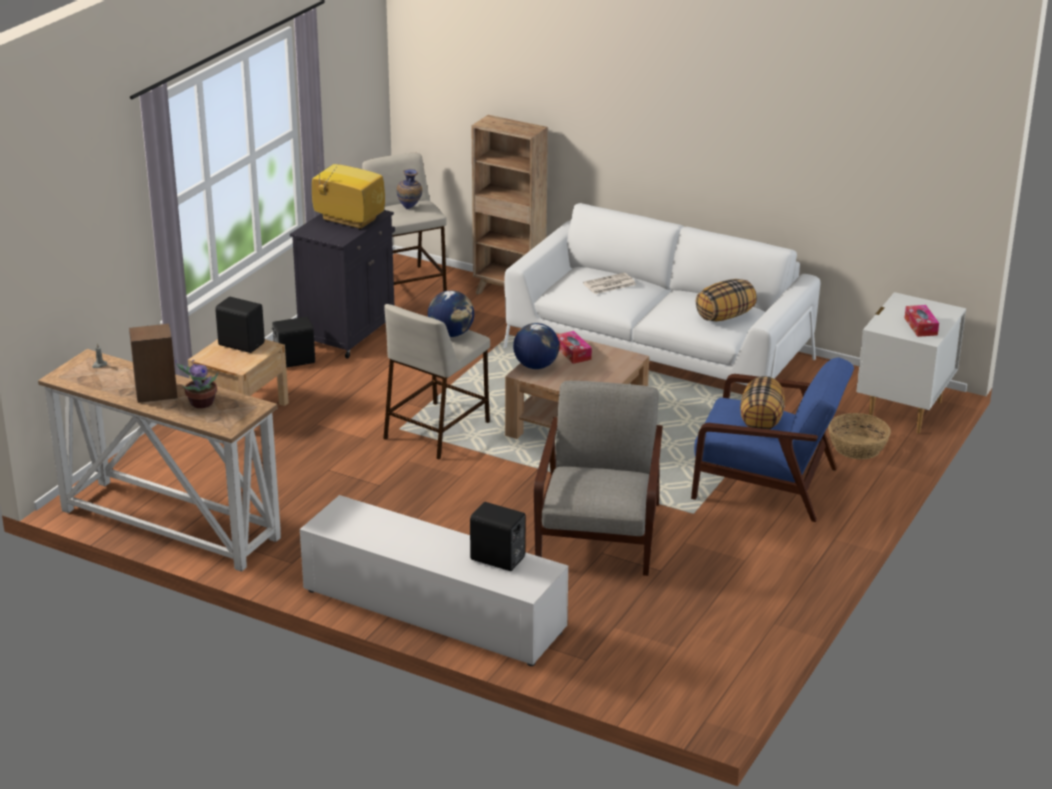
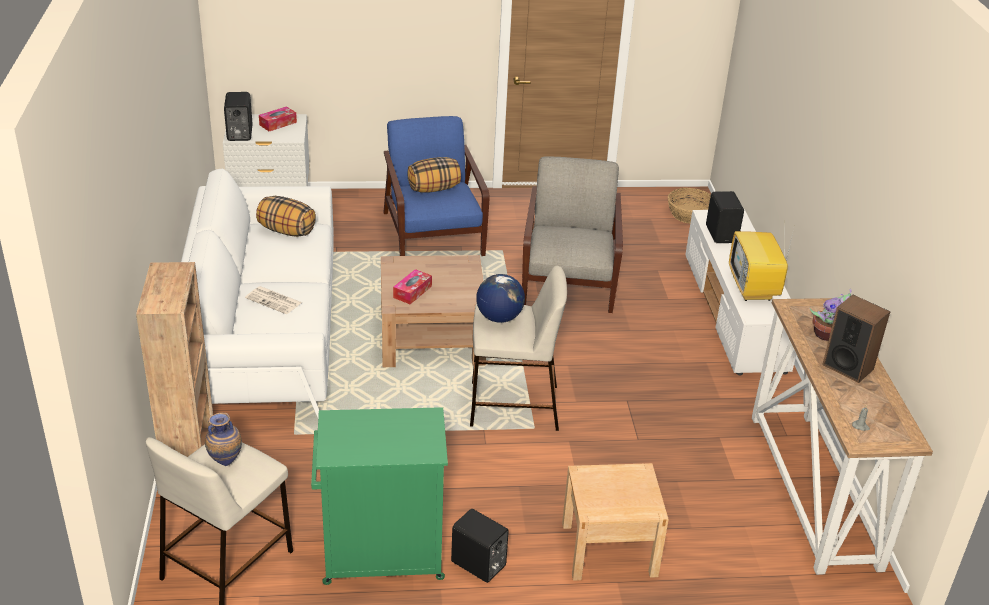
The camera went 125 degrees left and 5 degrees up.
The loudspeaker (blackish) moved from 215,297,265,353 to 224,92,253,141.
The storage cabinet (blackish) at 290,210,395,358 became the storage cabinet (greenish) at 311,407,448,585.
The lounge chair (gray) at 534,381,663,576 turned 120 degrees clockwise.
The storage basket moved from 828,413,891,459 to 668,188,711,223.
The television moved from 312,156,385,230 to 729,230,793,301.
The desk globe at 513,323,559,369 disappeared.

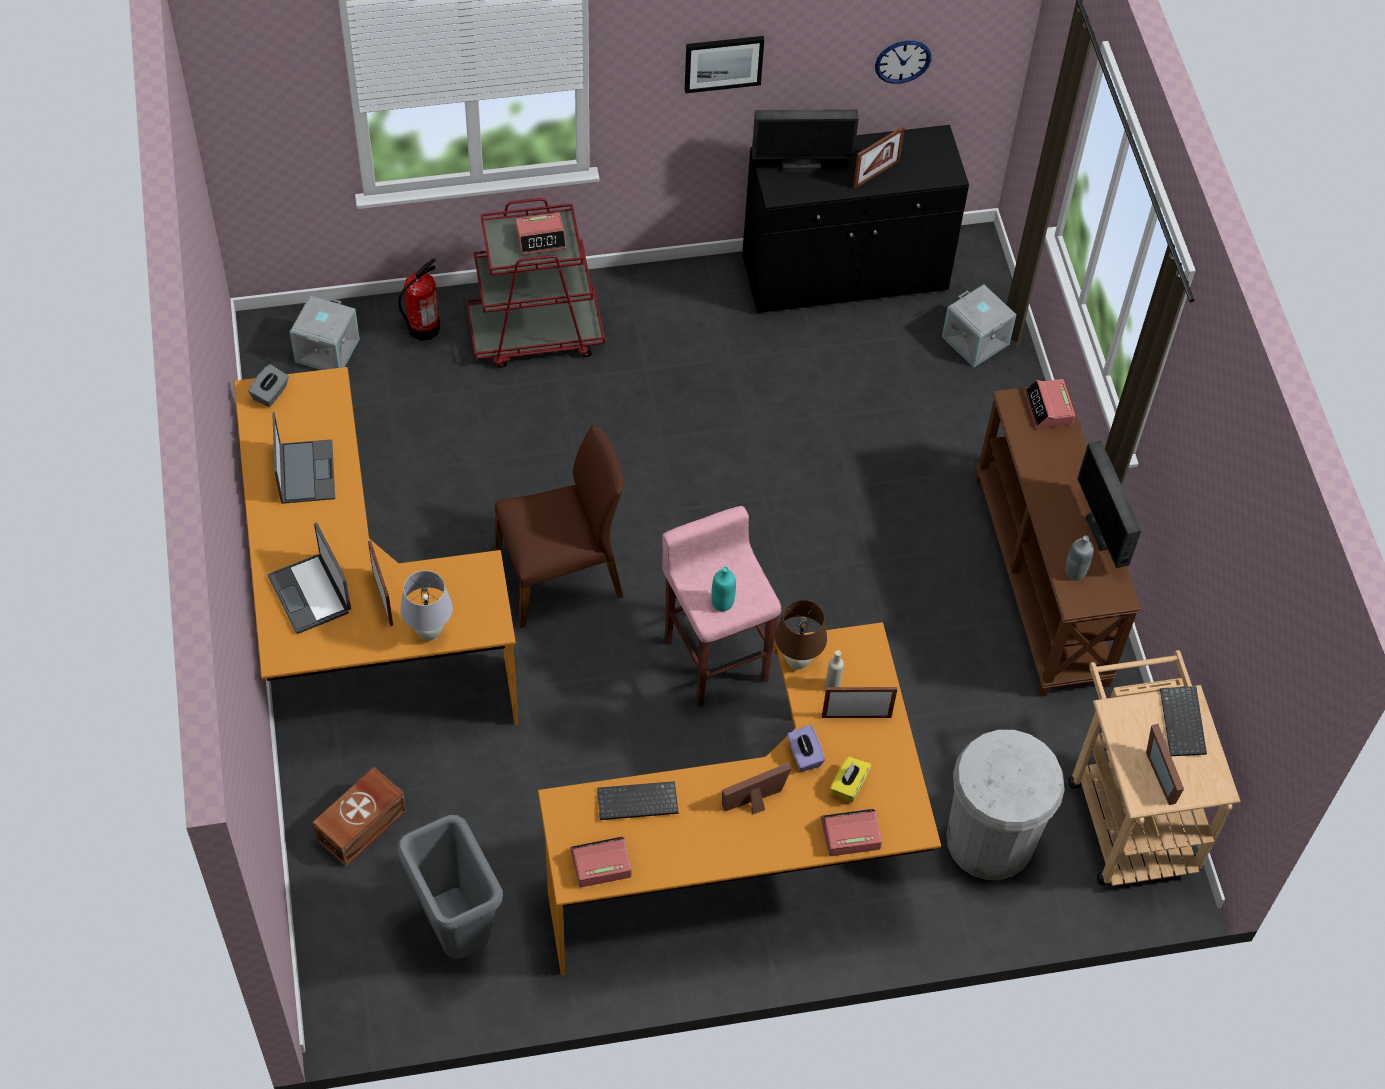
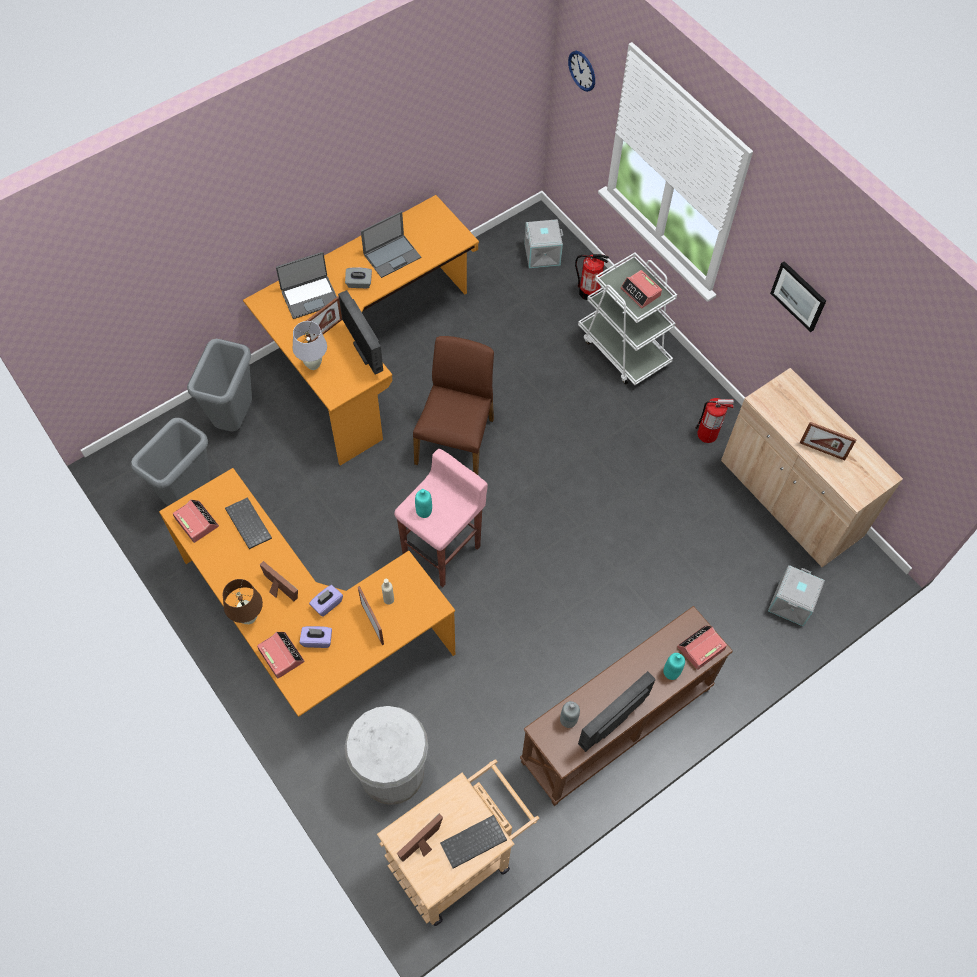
The camera went 65 degrees right and 5 degrees up.
The storage container (brown-coloured) at 313,767,406,866 was replaced by the trash can (gray) at 187,339,252,432.
The tabletop lamp (brown-coloured) moved from 775,600,827,670 to 223,579,263,624.
The portable computer at 268,522,351,634 turned 150 degrees counterclockwise.
The tissue holder (yellow-coloured) at 830,757,872,803 became the tissue holder (purplish) at 299,626,332,648.
The computer screen moved from 752,109,859,172 to 338,290,383,374.
The tissue holder (gray) moved from 248,364,289,407 to 345,267,372,288.
The chair (brown-coloured) at 494,425,623,628 turned 120 degrees counterclockwise.
The clock on the wall moved from 875,41,931,84 to 568,51,595,92.
The wheeled cart (red-coloured) at 466,198,605,368 became the wheeled cart (white-coloured) at 578,253,677,385.
The drink bottle (turquoise-coloured) at 663,653,685,680 appeared.
The fire-fighting cylinder at 695,398,734,443 appeared.
The storage cabinet (blackish) at 742,125,969,313 became the storage cabinet (beige-coloured) at 721,368,903,567.

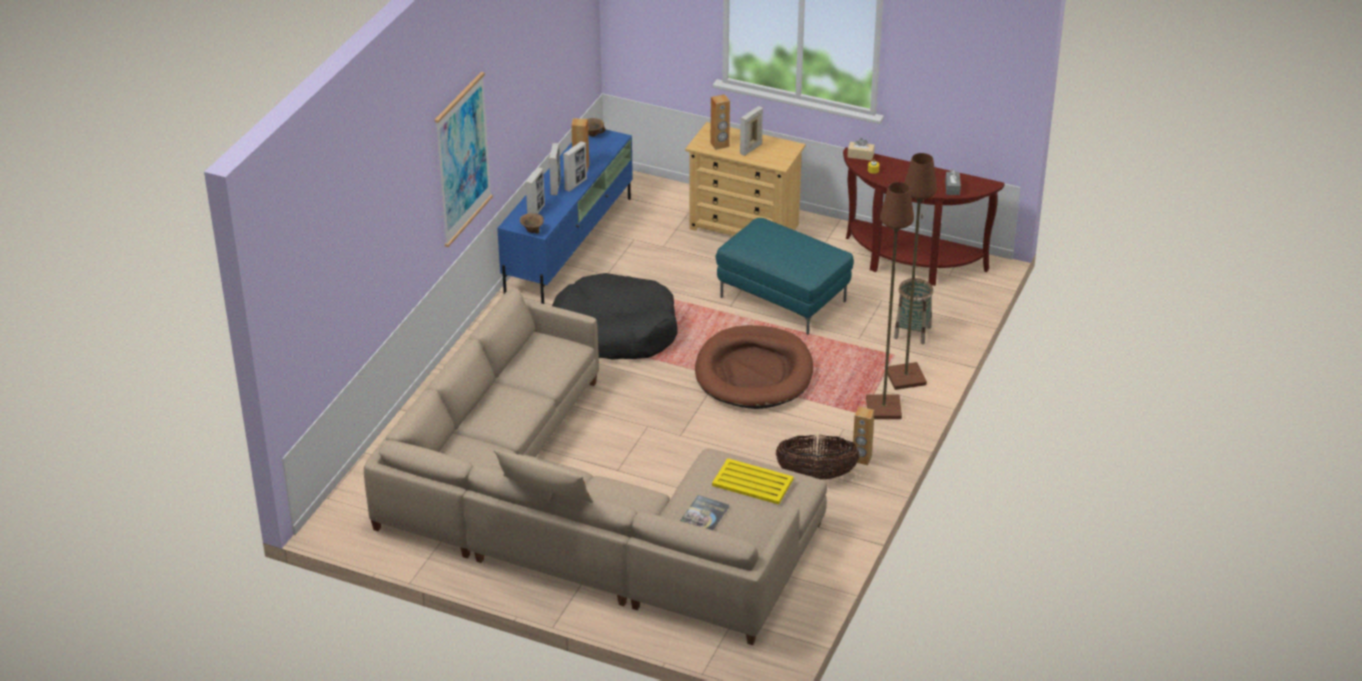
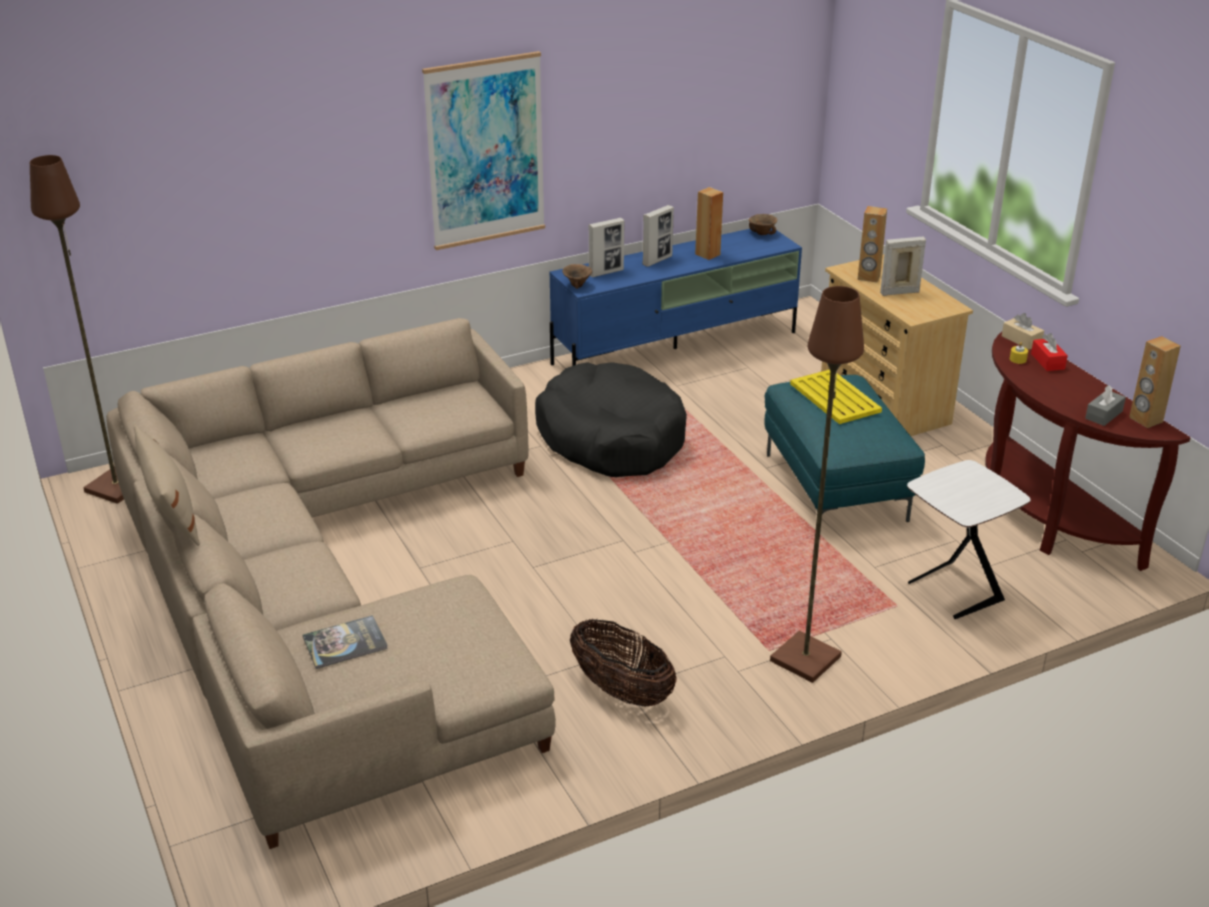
The camera went 40 degrees right and 5 degrees down.
The standing lamp (brown-coloured) moved from 888,153,937,390 to 30,155,124,504.
The carrying tray (yellow-coloured) moved from 712,458,794,505 to 790,370,882,424.
The storage basket at 894,278,933,344 was replaced by the side table (white-coloured) at 907,460,1031,619.
The tissue holder (red-coloured) at 1031,333,1068,371 appeared.
The loudspeaker (brown-coloured) moved from 853,406,874,465 to 1129,336,1181,428.
The standing frame at 563,141,587,192 disappeared.
The dog cushion (brown-coloured) at 695,325,813,409 disappeared.

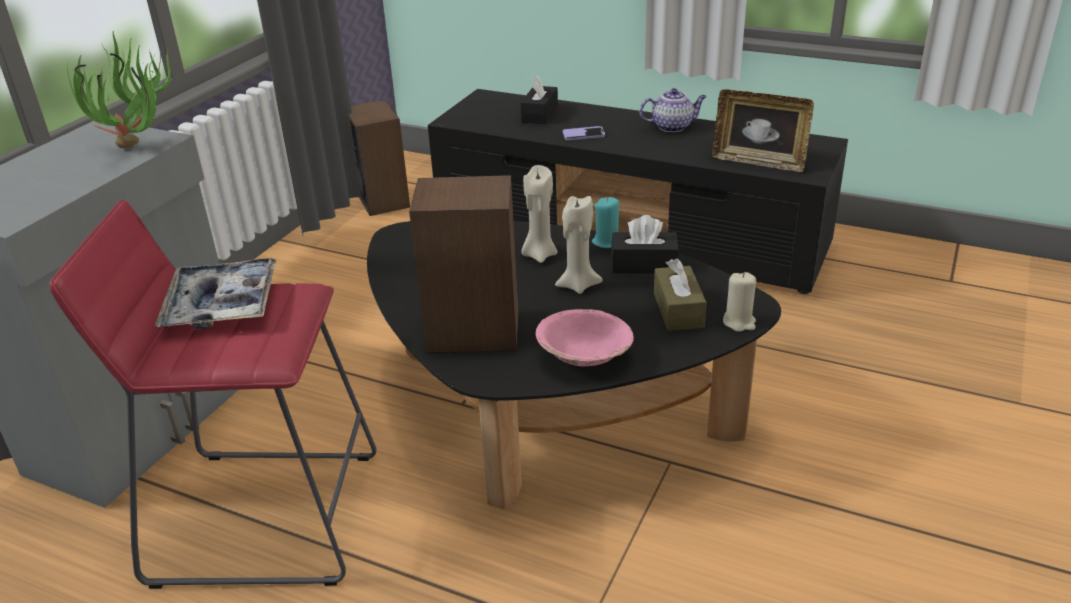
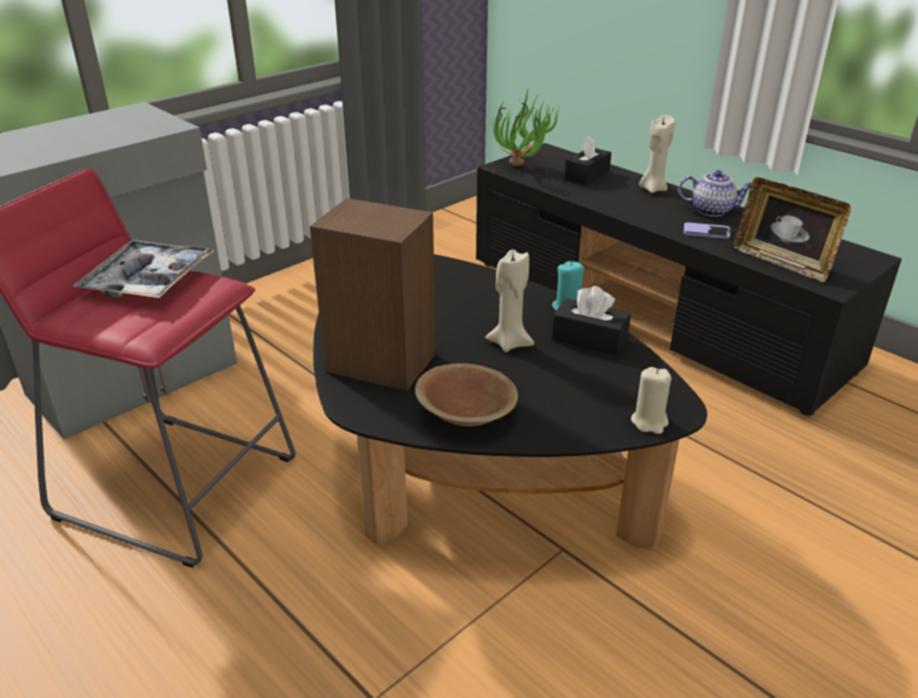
The camera went 20 degrees right and 0 degrees up.
The bowl (pink) at 536,309,634,366 became the bowl (brown-coloured) at 415,363,518,426.
The plant in a pot moved from 67,32,171,148 to 493,88,559,166.
The candle (beige-coloured) moved from 521,165,557,263 to 639,115,675,193.
The handset moved from 563,126,605,141 to 684,222,730,239.
The loudspeaker at 348,100,410,216 disappeared.
The tissue holder (brown-coloured) at 654,259,706,331 disappeared.

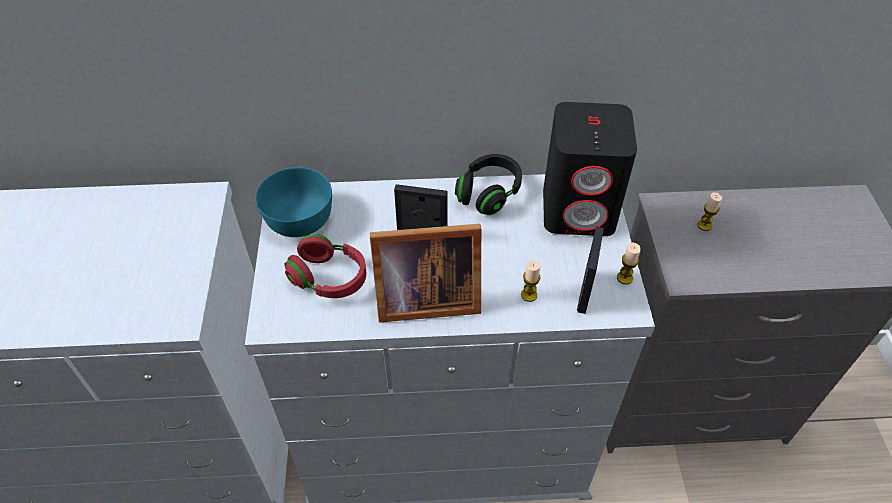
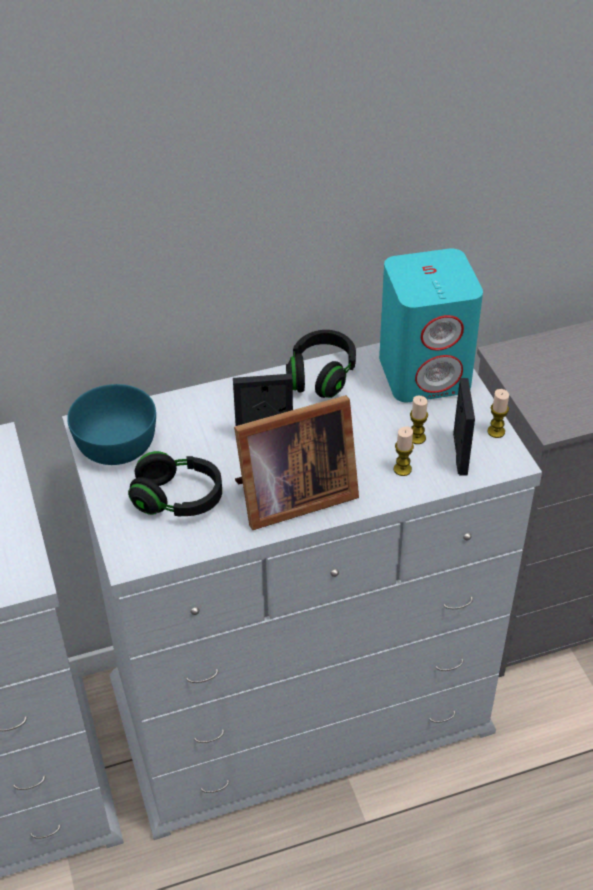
The camera went 15 degrees left and 5 degrees down.
The pair of headphones (red-coloured) at 285,234,366,298 became the pair of headphones (blackish) at 128,451,222,517.
The loudspeaker (blackish) at 543,102,637,236 became the loudspeaker (turquoise-coloured) at 379,248,483,403.
The candle moved from 698,193,722,231 to 410,395,428,444.

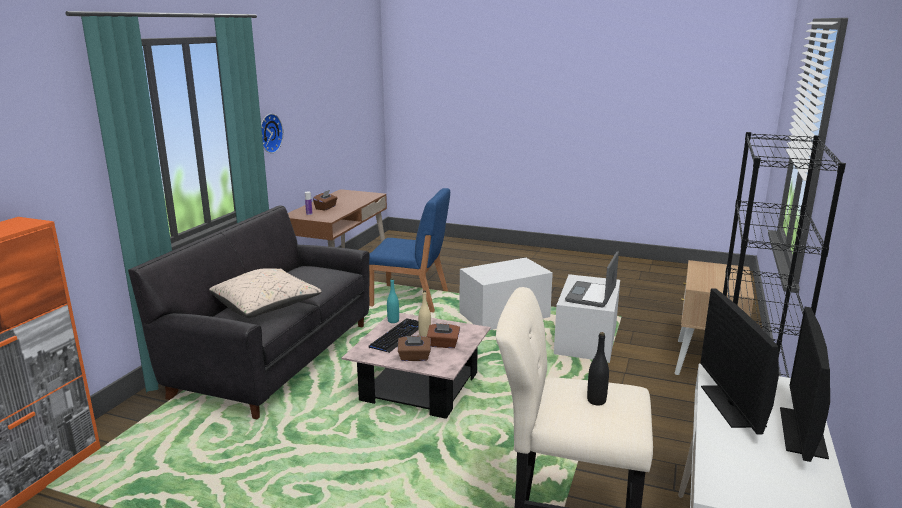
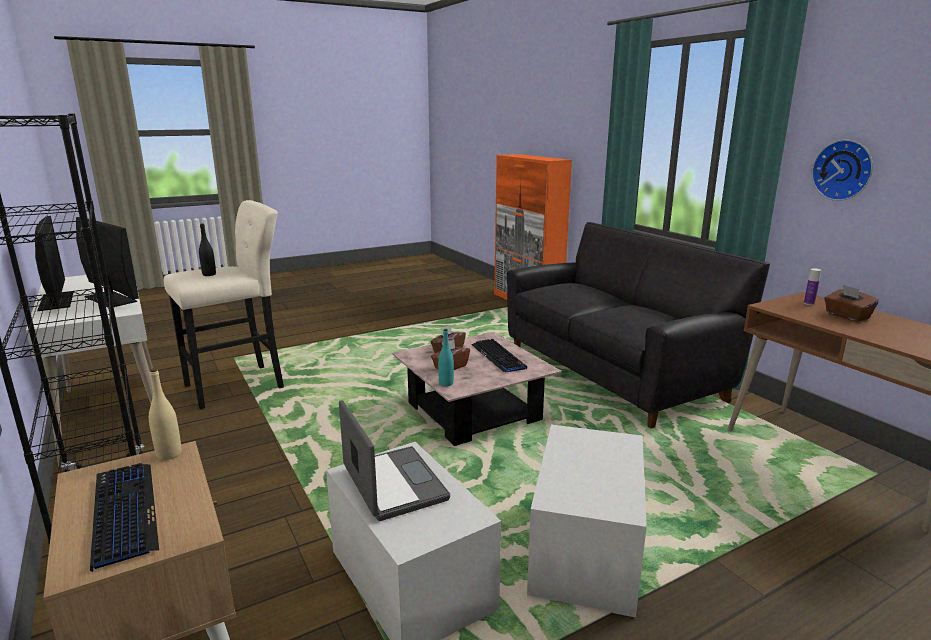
The camera went 130 degrees right and 0 degrees up.
The PC keyboard at 90,463,159,572 appeared.
The drink bottle (beige-coloured) moved from 418,290,431,337 to 149,368,181,460.
The drink bottle (turquoise-coloured) moved from 387,278,399,323 to 438,329,454,387.
The pillow (beige-coloured) at 209,268,322,318 disappeared.
The chair (blue-coloured) at 369,188,450,312 disappeared.

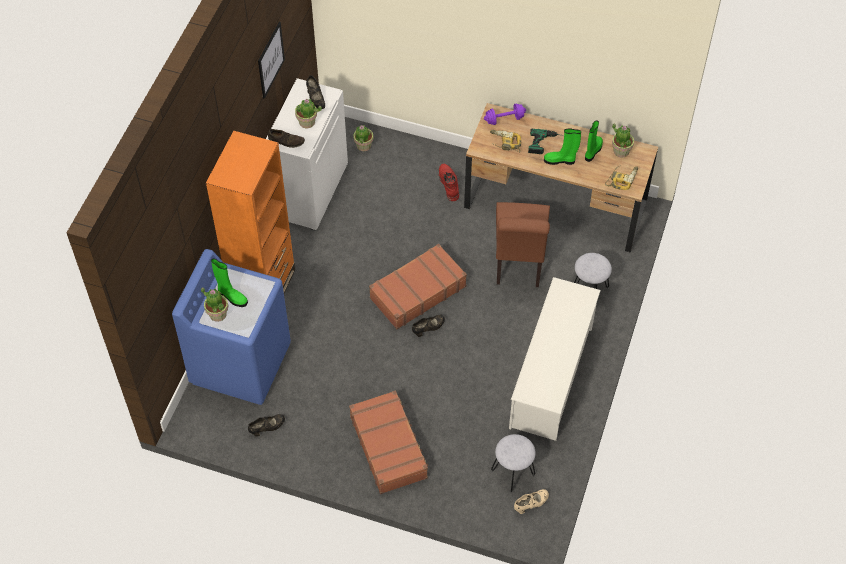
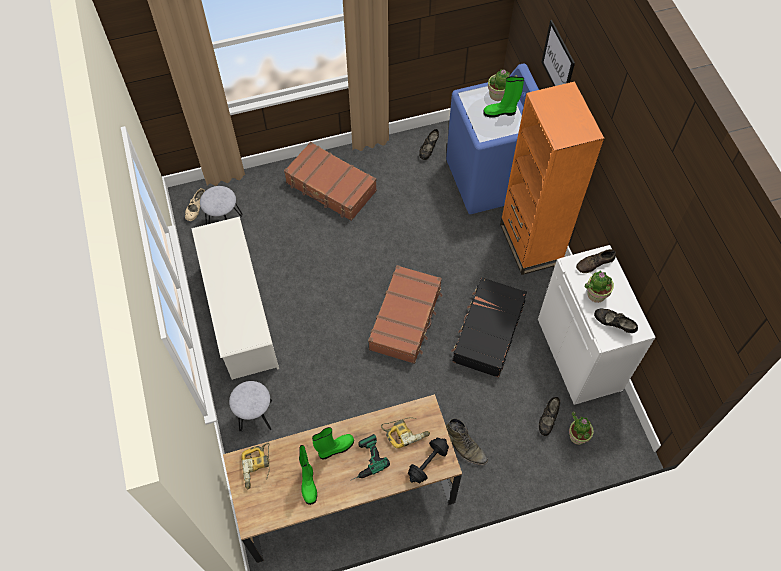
The camera went 145 degrees right and 5 degrees up.
The free weight (purplish) at 484,103,526,125 became the free weight (blackish) at 408,438,449,483.
The tall boot (red-coloured) at 439,164,459,201 became the tall boot (greenish) at 446,418,488,466.
The suitcase (blackish) at 451,277,527,378 appeared.
The low shoe (blackish) moved from 412,315,445,337 to 539,397,560,436.
The picture moved from 258,22,285,99 to 541,20,575,86.
The chair (brown-coloured) at 496,202,550,287 disappeared.
The plant in a pot at 612,124,634,158 disappeared.

